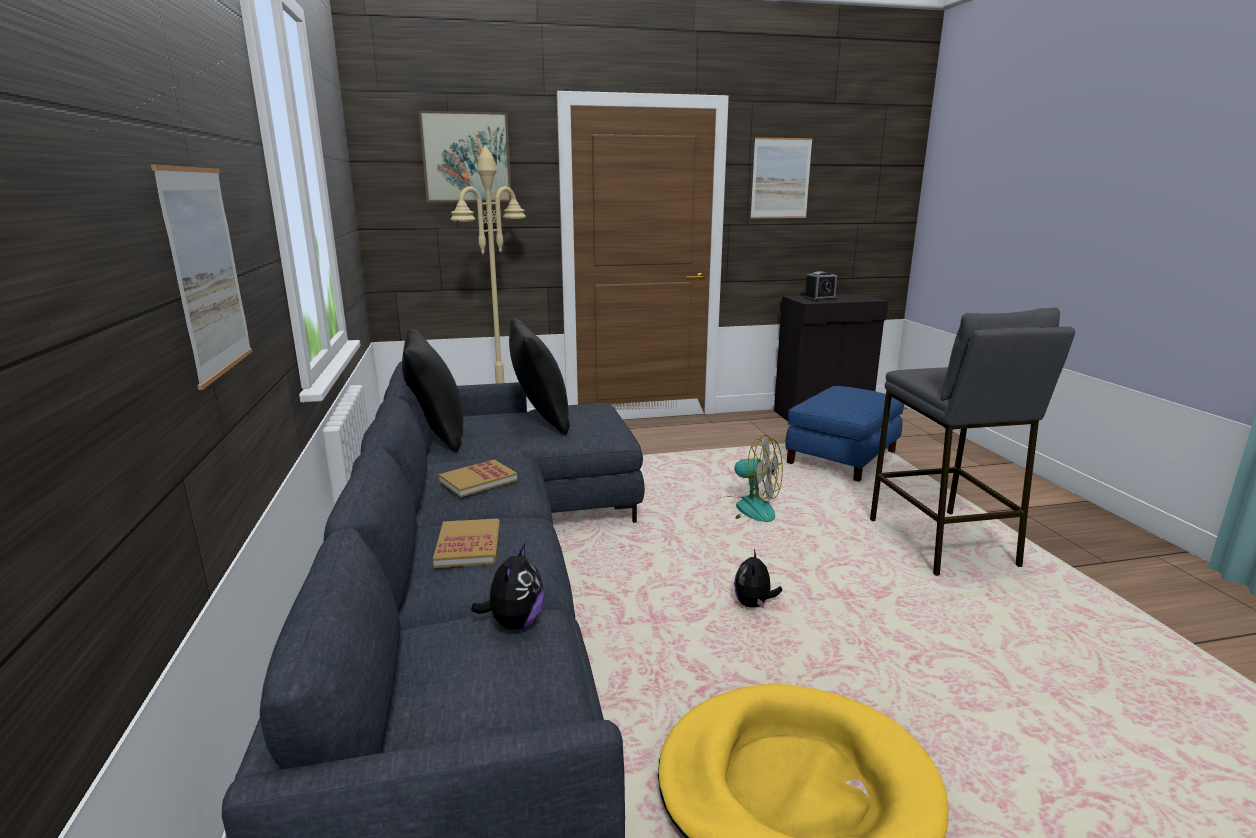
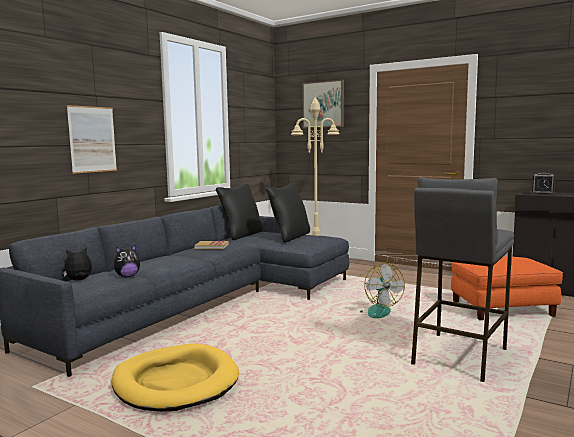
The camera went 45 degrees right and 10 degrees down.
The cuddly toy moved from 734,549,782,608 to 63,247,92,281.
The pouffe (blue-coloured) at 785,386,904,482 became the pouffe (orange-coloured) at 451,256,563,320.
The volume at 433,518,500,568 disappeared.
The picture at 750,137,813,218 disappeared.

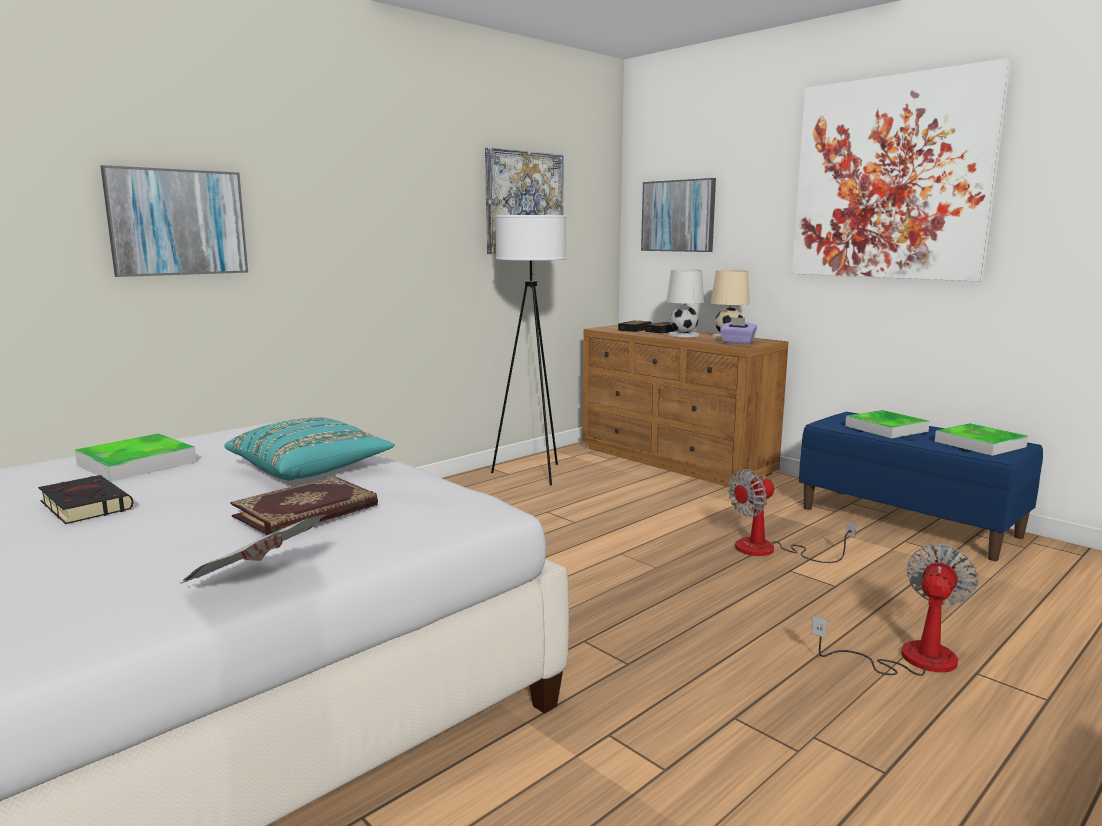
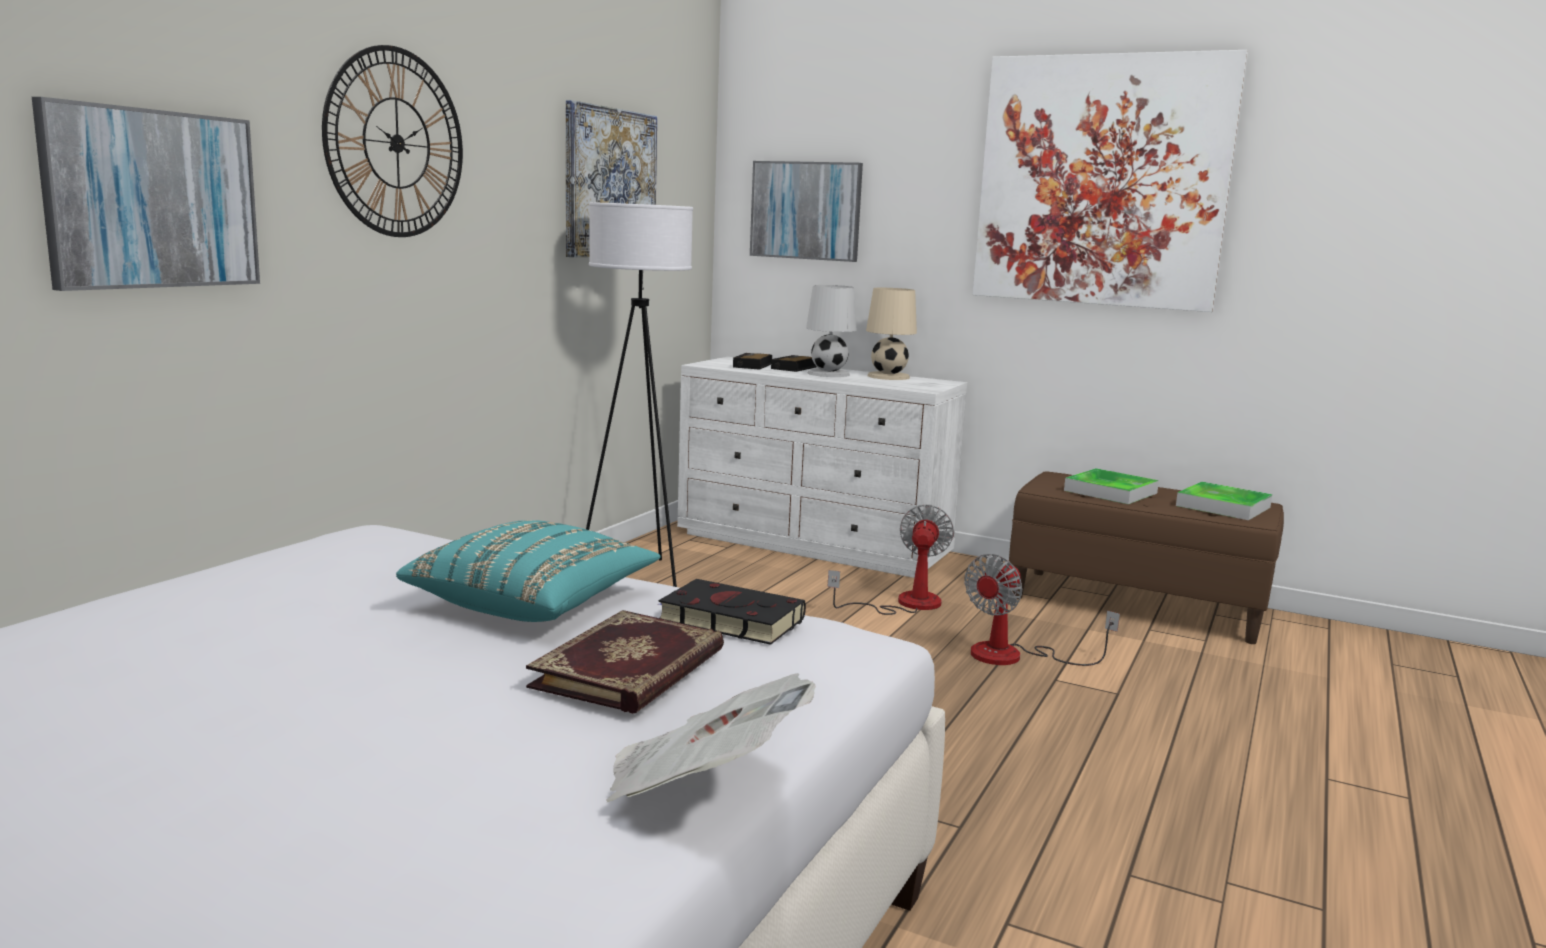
The camera went 20 degrees left and 0 degrees up.
The clock on the wall at 322,45,463,237 appeared.
The volume (blackish) moved from 38,475,133,524 to 659,579,806,645.
The dresser (brown-coloured) at 582,325,788,488 became the dresser (white-coloured) at 677,357,967,578.
The fan moved from 812,544,979,676 to 827,504,954,615.
The long seat (blue-coloured) at 799,412,1043,561 became the long seat (brown-coloured) at 1009,471,1284,644.
The carrying tray at 75,434,197,482 disappeared.
The tissue holder (purplish) at 720,317,757,344 disappeared.

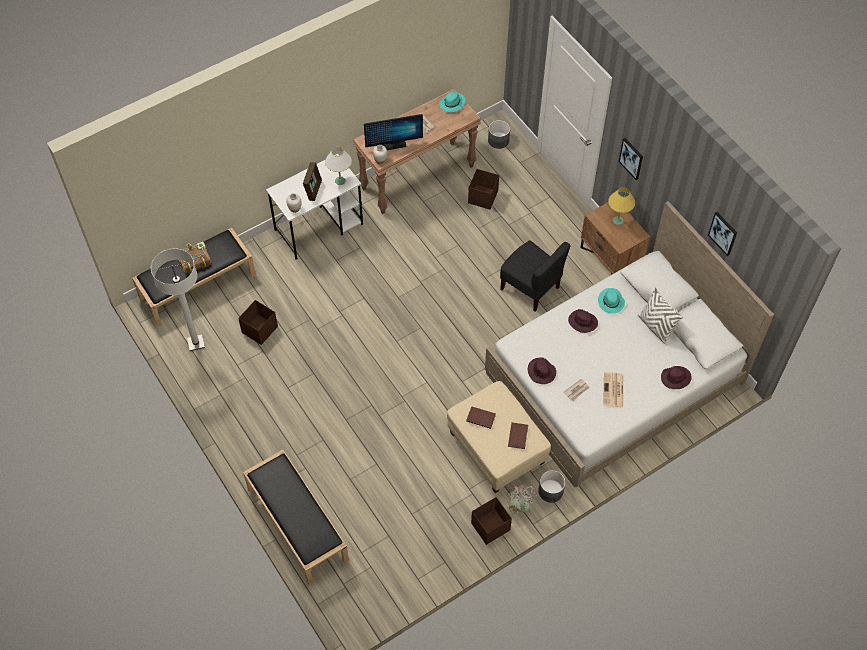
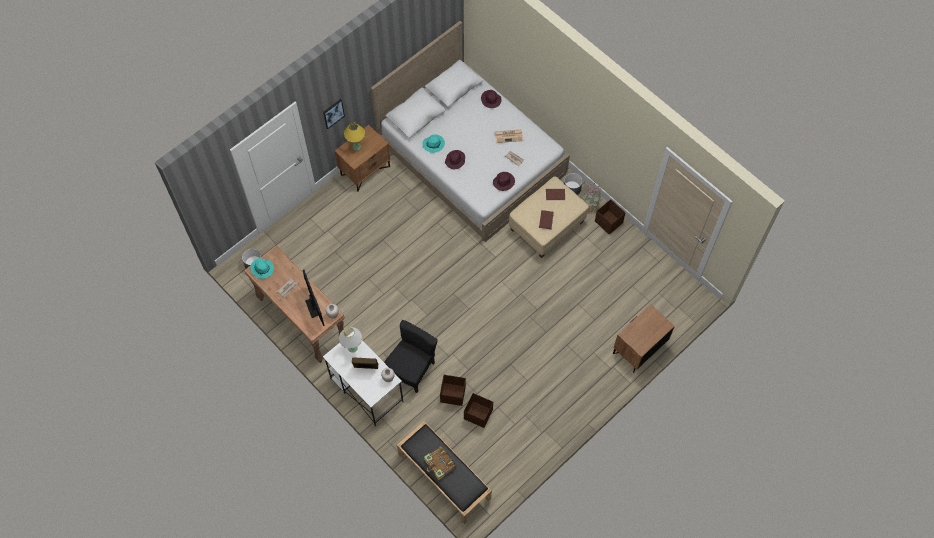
The camera went 100 degrees left and 5 degrees up.
The chair (blackish) moved from 500,240,570,312 to 384,320,438,393.
The storage container (brown-coloured) moved from 468,169,499,209 to 440,375,466,406.
The long seat (blackish) at 243,450,349,585 was replaced by the bedside table (brown-coloured) at 613,305,675,373.
The standing lamp (white-coloured) at 151,248,205,351 disappeared.
The pillow (white-coloured) at 638,287,683,345 disappeared.
The picture at 708,212,737,256 disappeared.

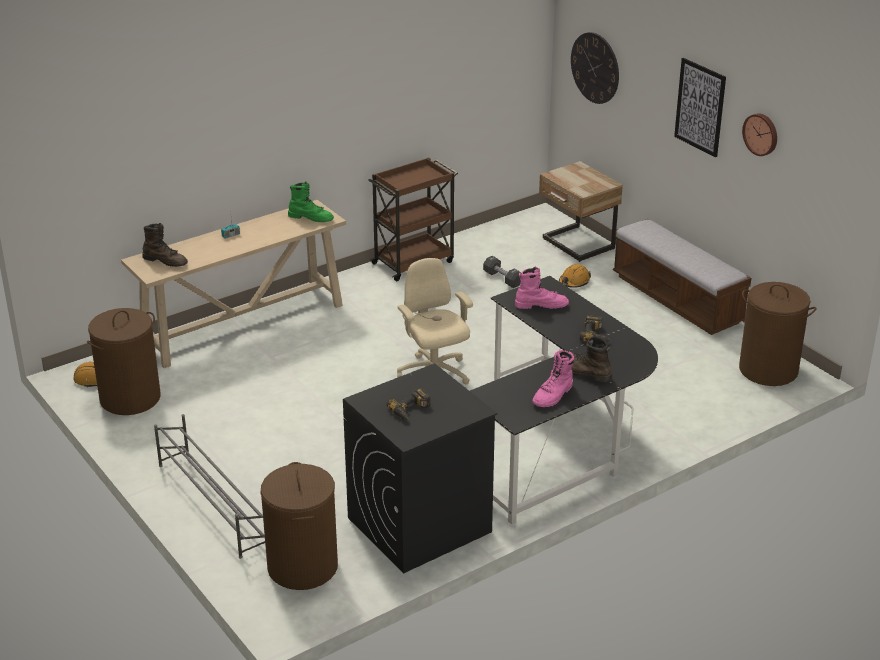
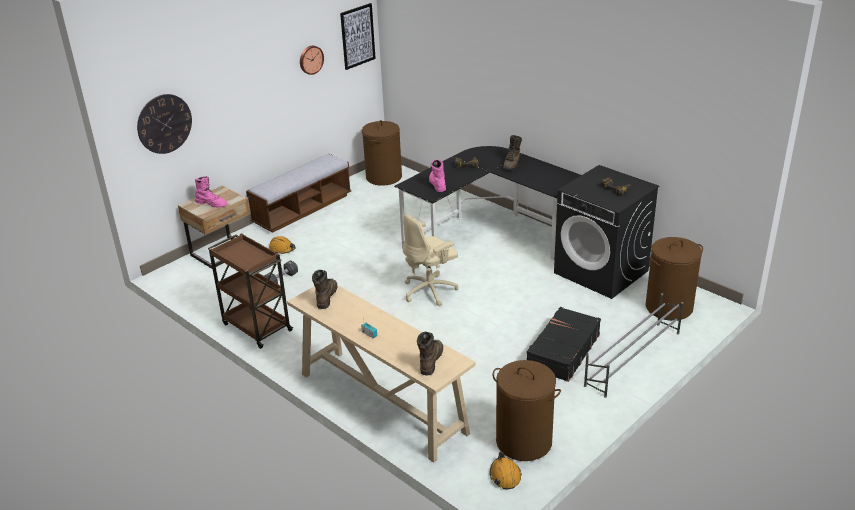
The camera went 100 degrees left and 0 degrees up.
The tall boot (pink) moved from 532,350,574,407 to 195,176,227,208.
The tall boot (greenish) at 288,182,334,222 became the tall boot (brown-coloured) at 312,270,337,309.
The picture moved from 674,58,726,157 to 340,3,376,70.
The suitcase (blackish) at 526,307,601,382 appeared.

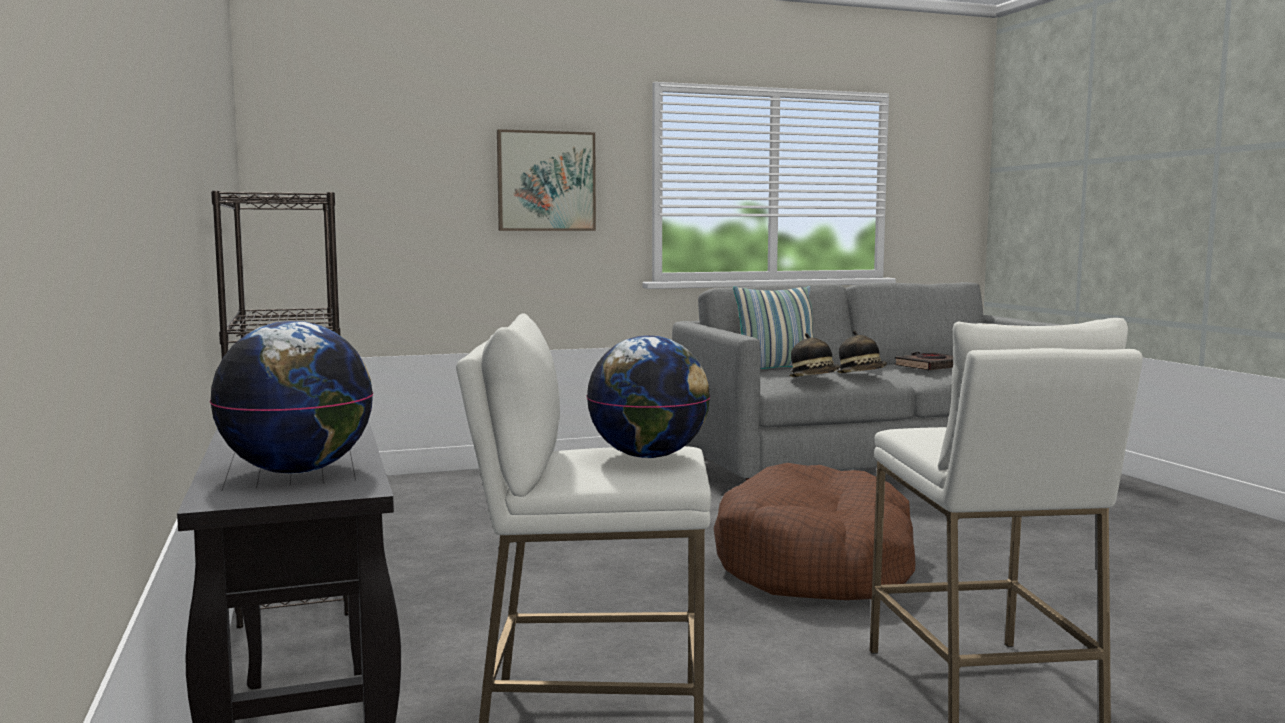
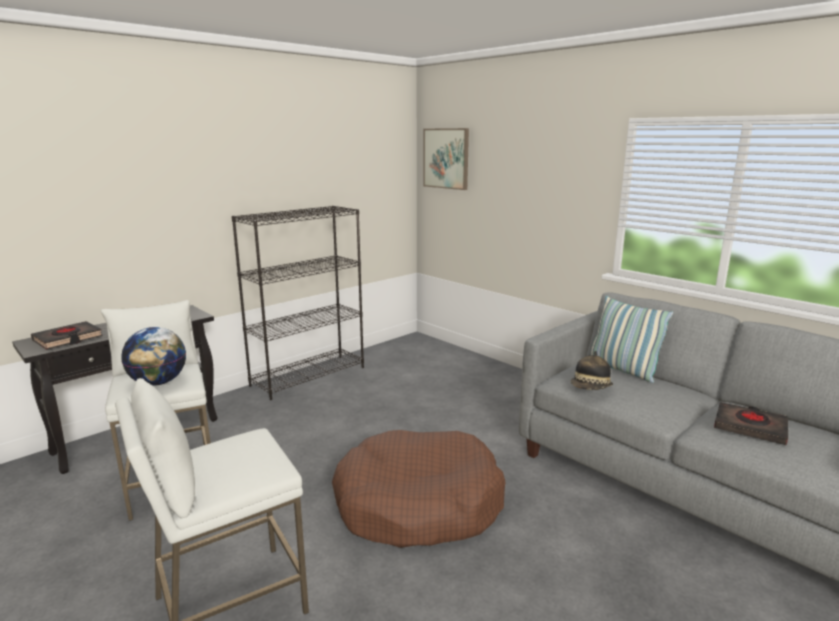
The camera went 65 degrees right and 10 degrees up.
The desk globe at 210,321,373,474 was replaced by the volume (blackish) at 31,321,103,350.
The picture moved from 497,129,596,231 to 423,128,469,190.
The clothing hat at 837,331,887,373 disappeared.

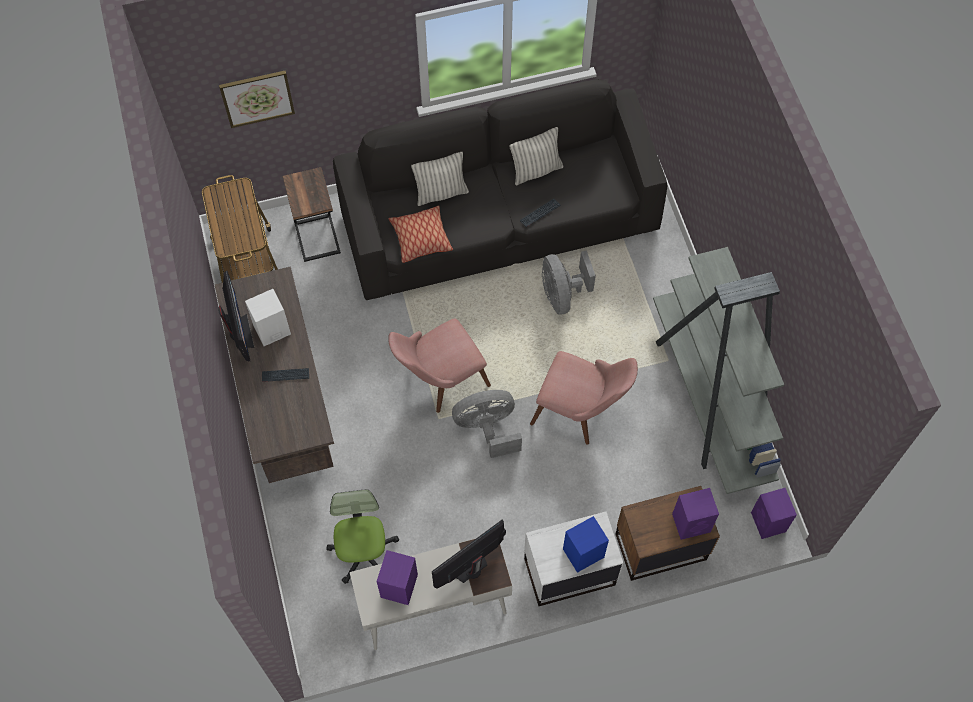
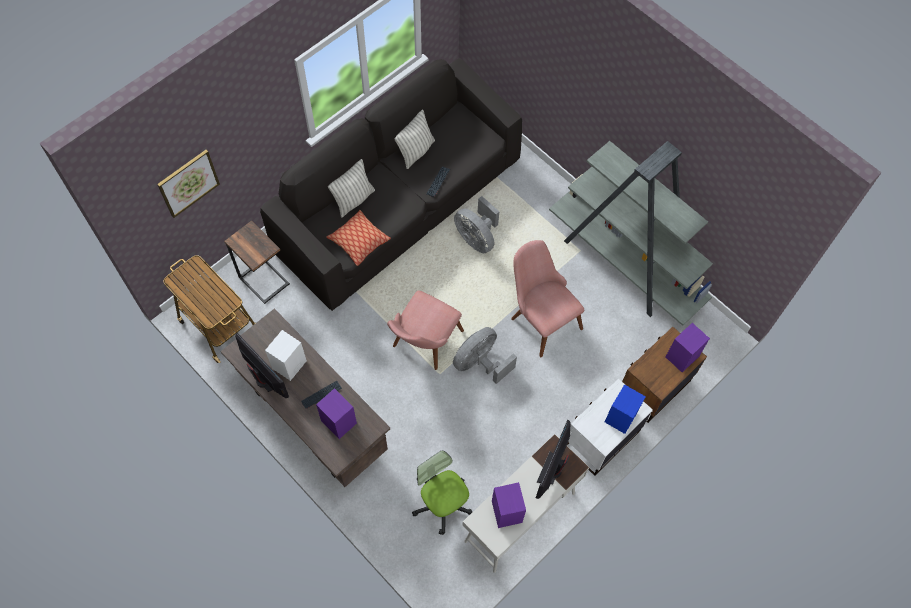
The camera went 30 degrees left and 0 degrees up.
The loudspeaker (purplish) moved from 751,488,797,539 to 316,388,357,439.
The chair (pink) at 530,351,638,445 turned 120 degrees counterclockwise.

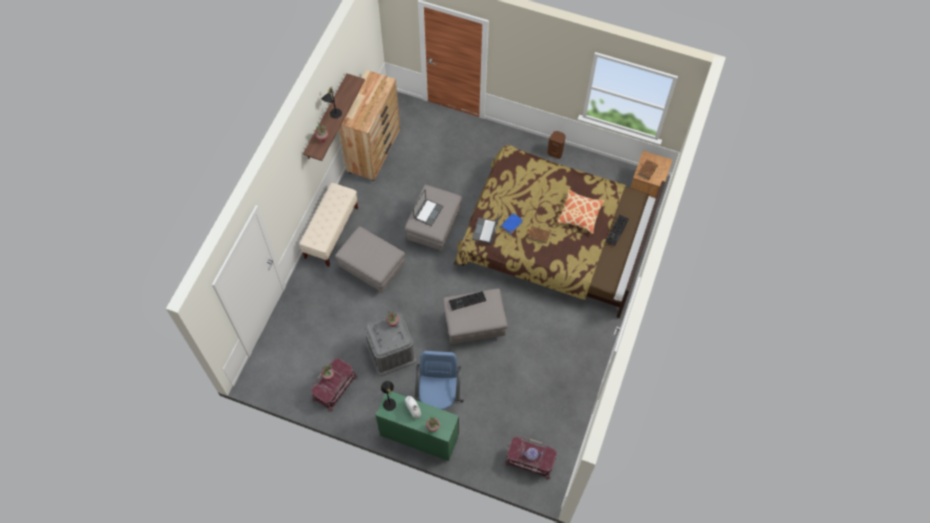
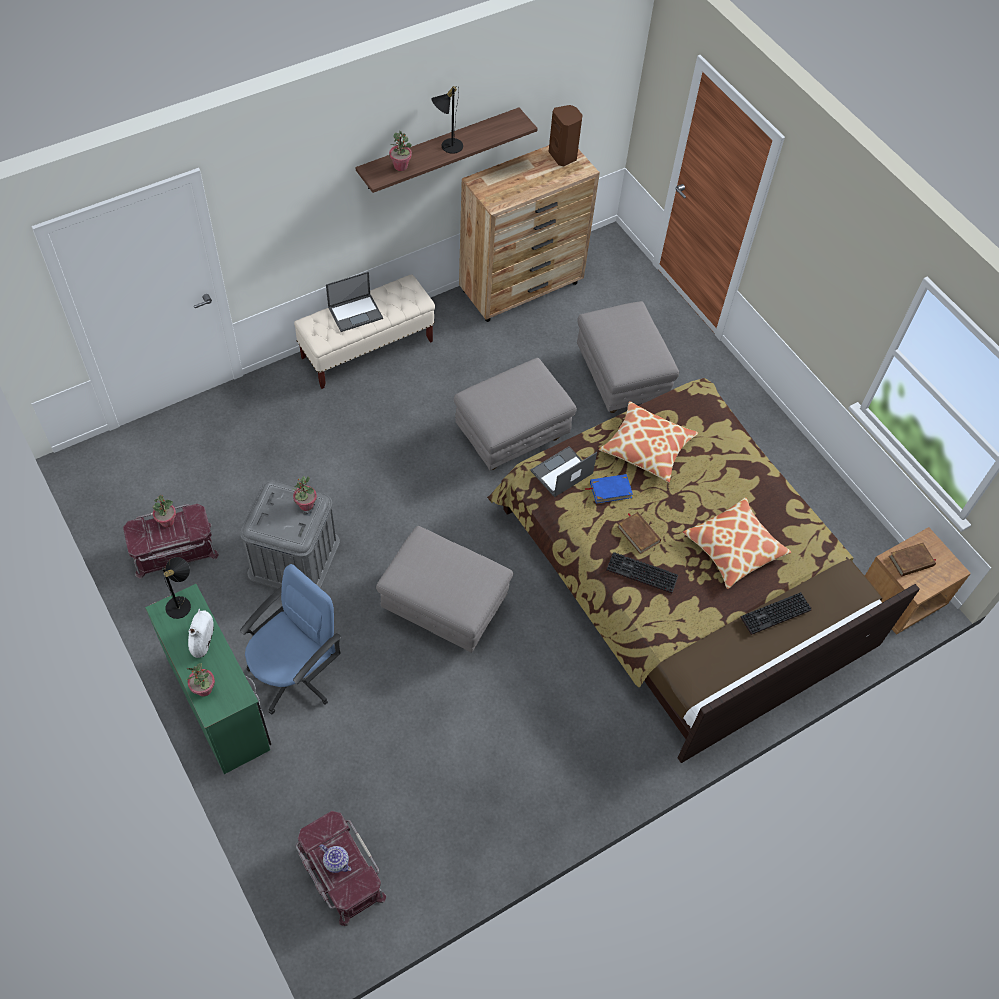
The camera went 35 degrees right and 5 degrees down.
The portable computer moved from 413,189,443,226 to 326,272,383,332.
The loudspeaker (brown-coloured) moved from 547,131,566,159 to 549,105,583,166.
The pouffe (gray) moved from 335,226,405,293 to 577,301,679,413.
The pillow at 599,401,698,483 appeared.
The PC keyboard moved from 449,291,486,310 to 606,552,678,593.

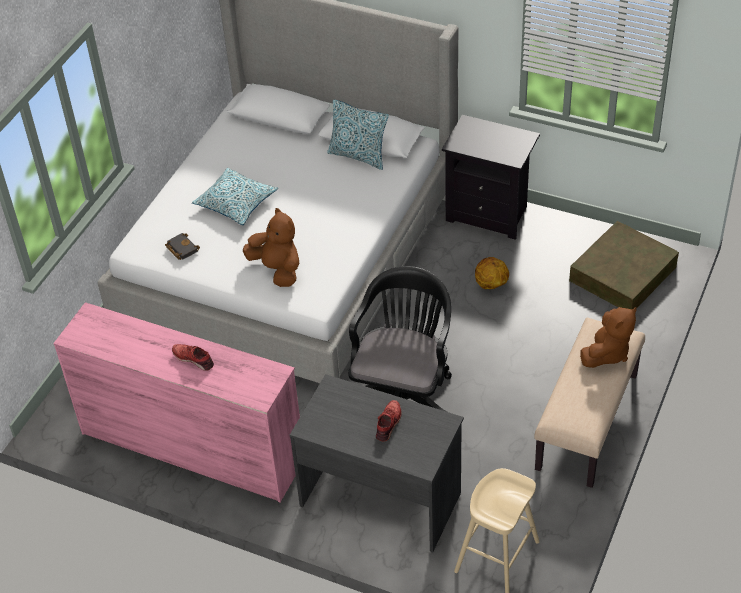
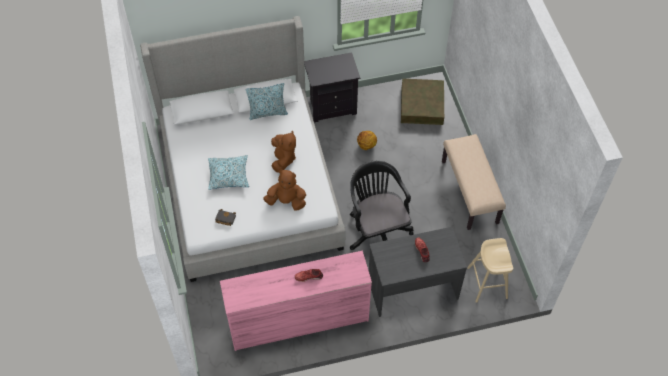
The camera went 40 degrees left and 10 degrees up.
The cuddly toy (brown-coloured) moved from 580,307,637,368 to 271,130,296,173.

